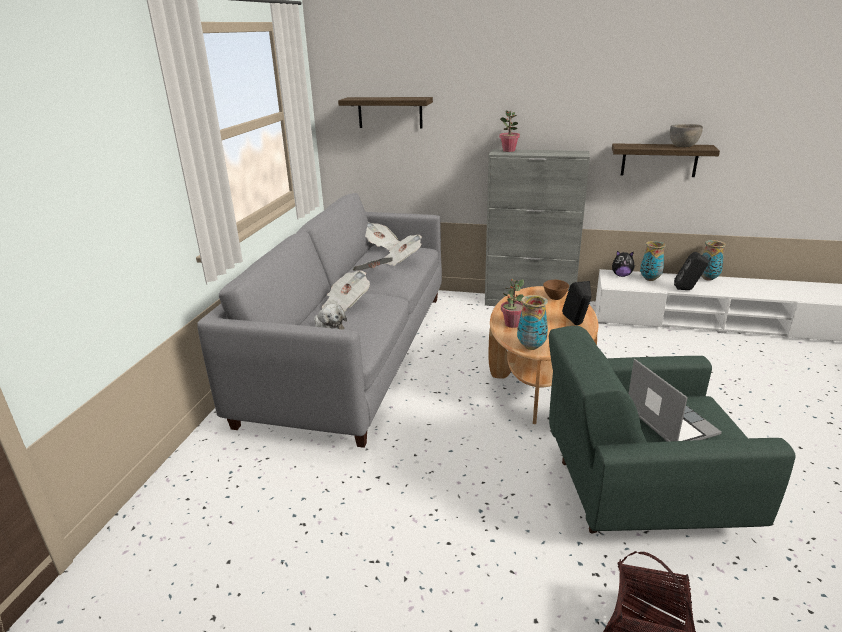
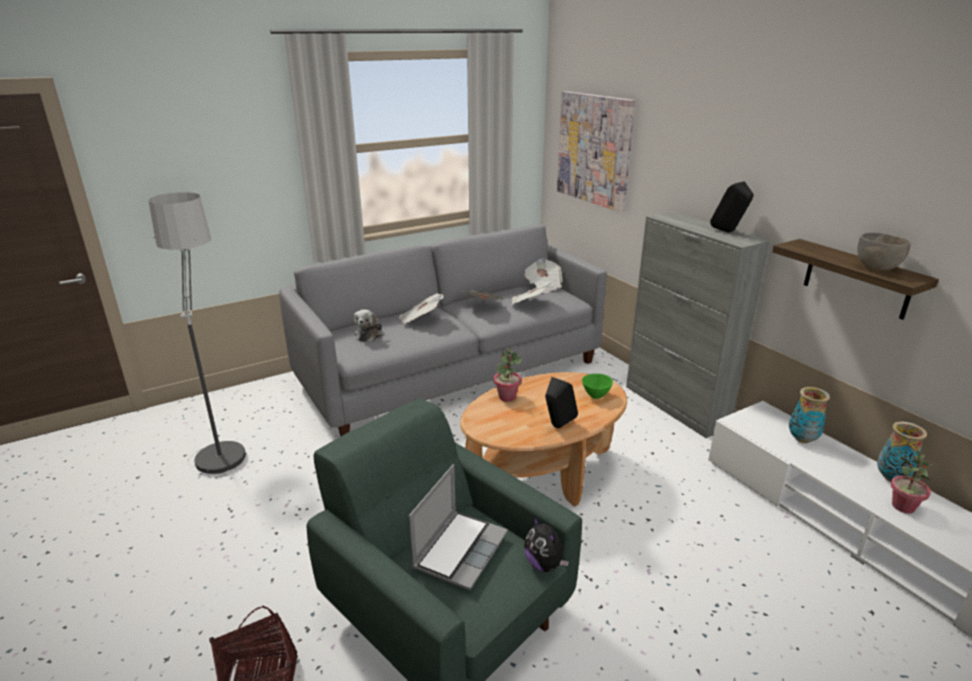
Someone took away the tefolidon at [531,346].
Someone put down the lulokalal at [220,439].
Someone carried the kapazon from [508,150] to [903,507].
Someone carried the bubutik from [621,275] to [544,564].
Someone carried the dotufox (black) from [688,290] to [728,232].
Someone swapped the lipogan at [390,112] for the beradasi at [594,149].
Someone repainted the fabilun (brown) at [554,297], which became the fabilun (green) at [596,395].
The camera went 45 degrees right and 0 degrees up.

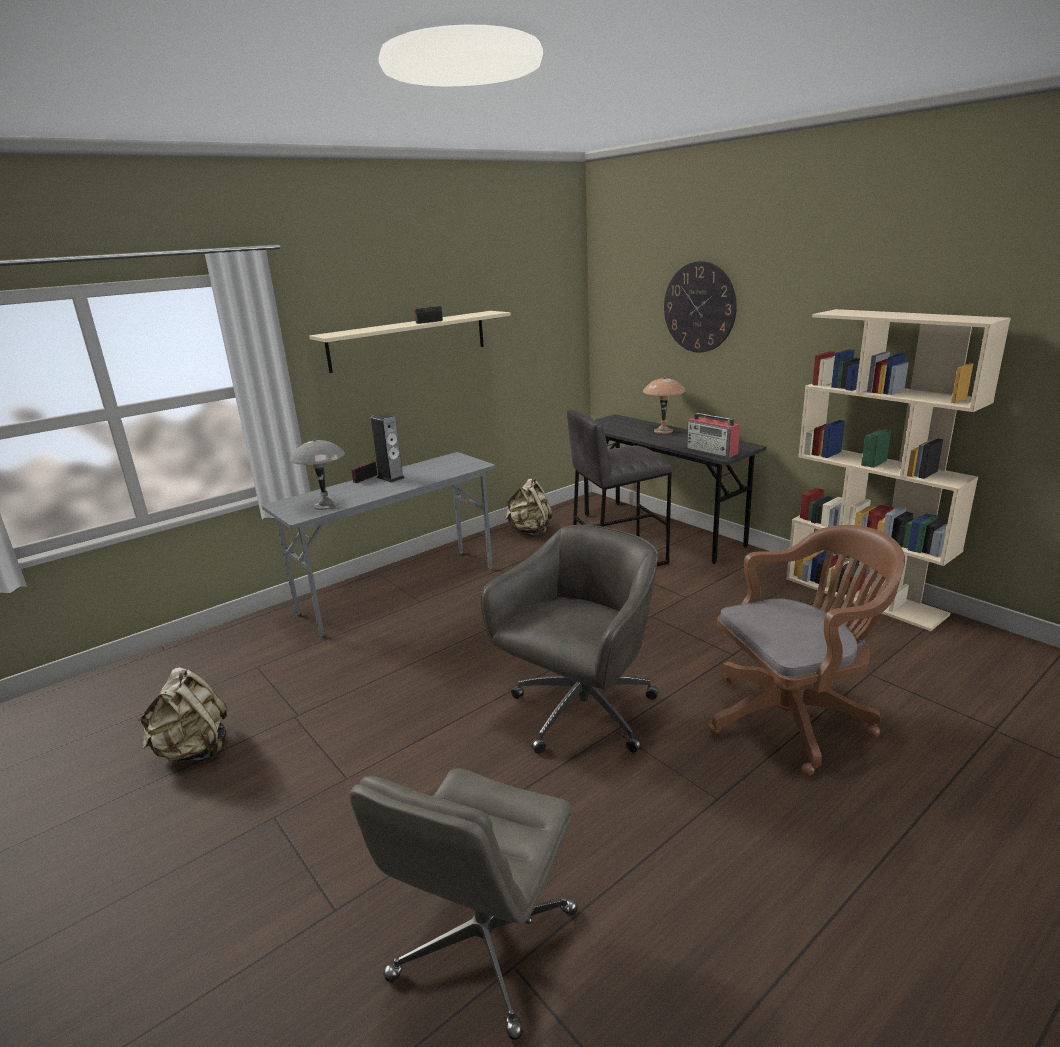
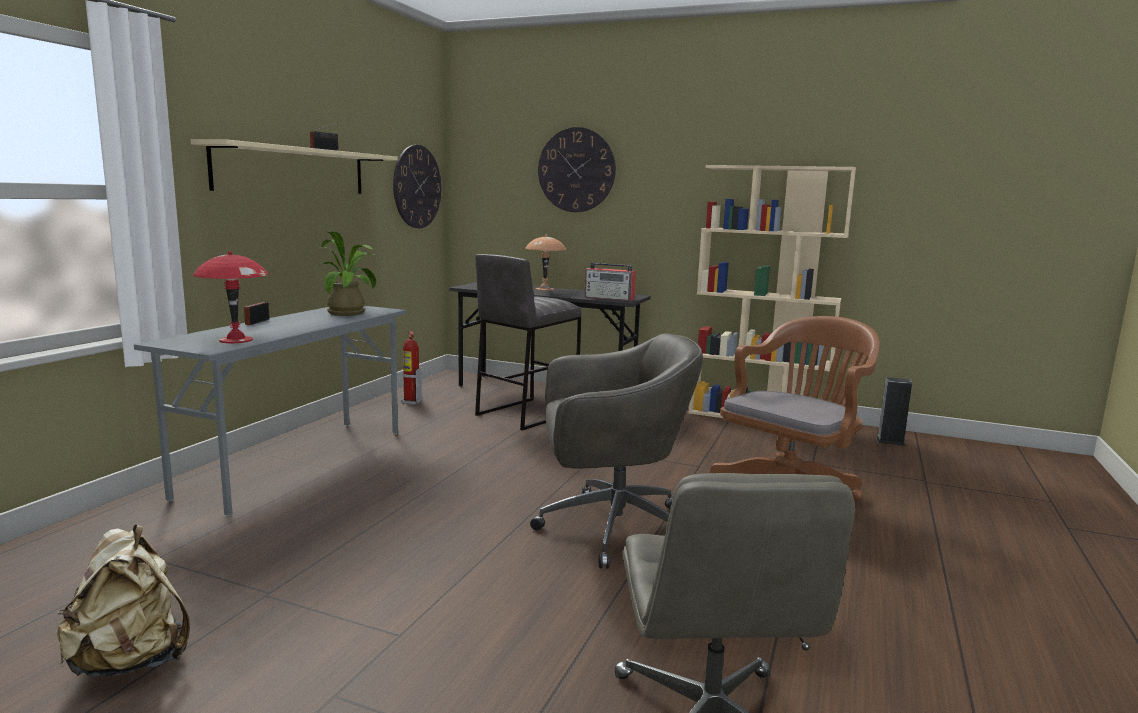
Someone put down the kapazon at [350,312].
Someone put up the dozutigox at [417,187].
Someone carried the dotufox from [391,477] to [890,441].
Someone swapped the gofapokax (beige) at [530,531] for the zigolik at [411,402].
Someone repainted the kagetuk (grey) at [325,505], which became the kagetuk (red) at [235,340].
Someone rotated the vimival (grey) at [580,713] by 75 degrees clockwise.
The camera went 30 degrees left and 10 degrees down.

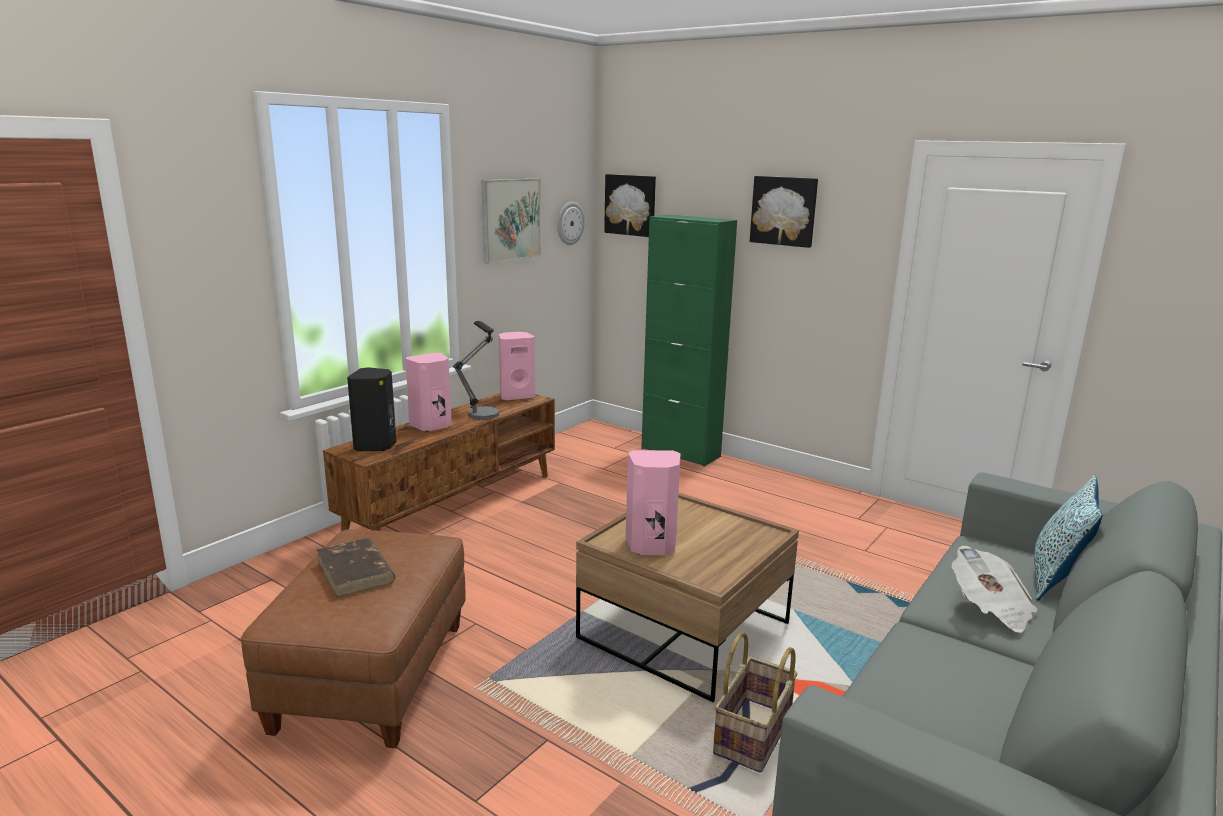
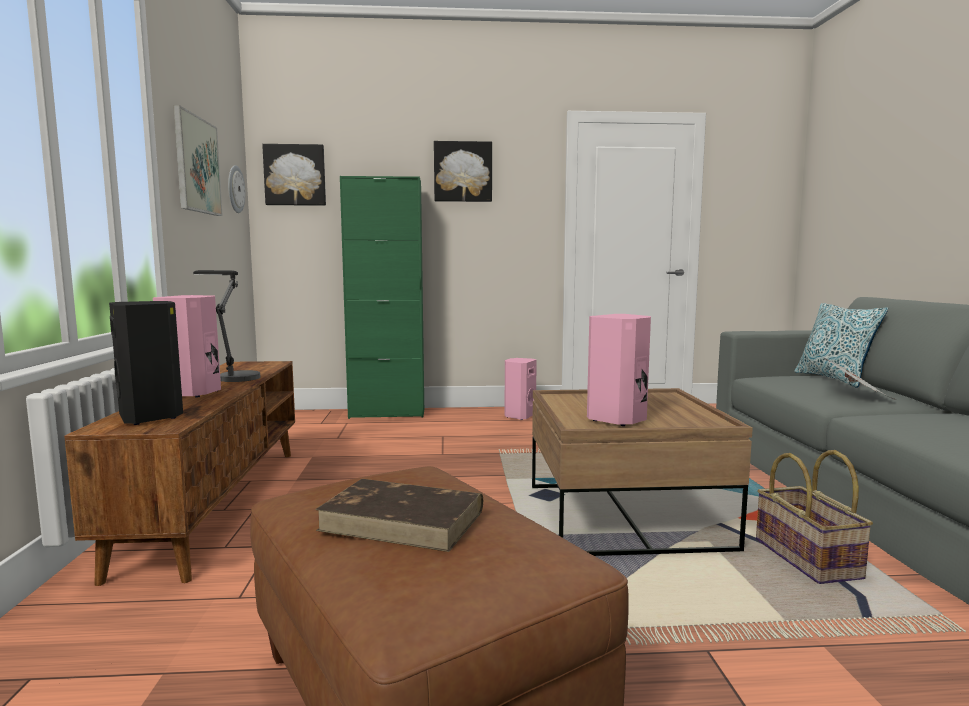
Someone carried the dotufox (pink) from [516,396] to [519,416].
The camera went 40 degrees left and 10 degrees down.

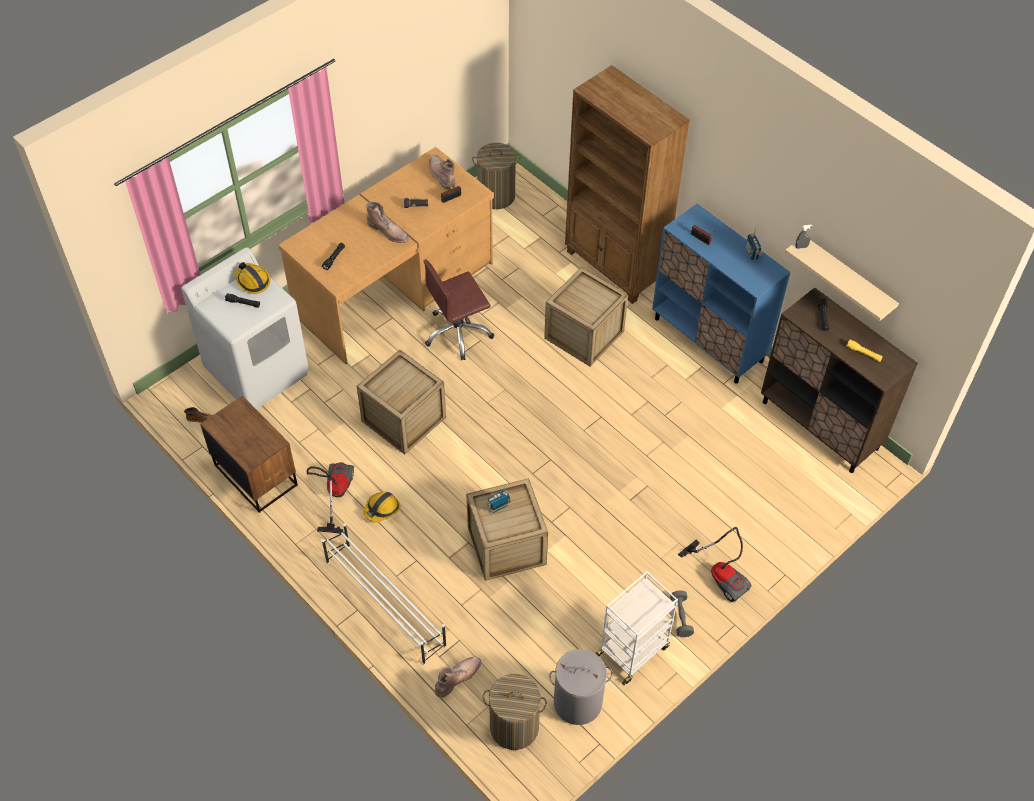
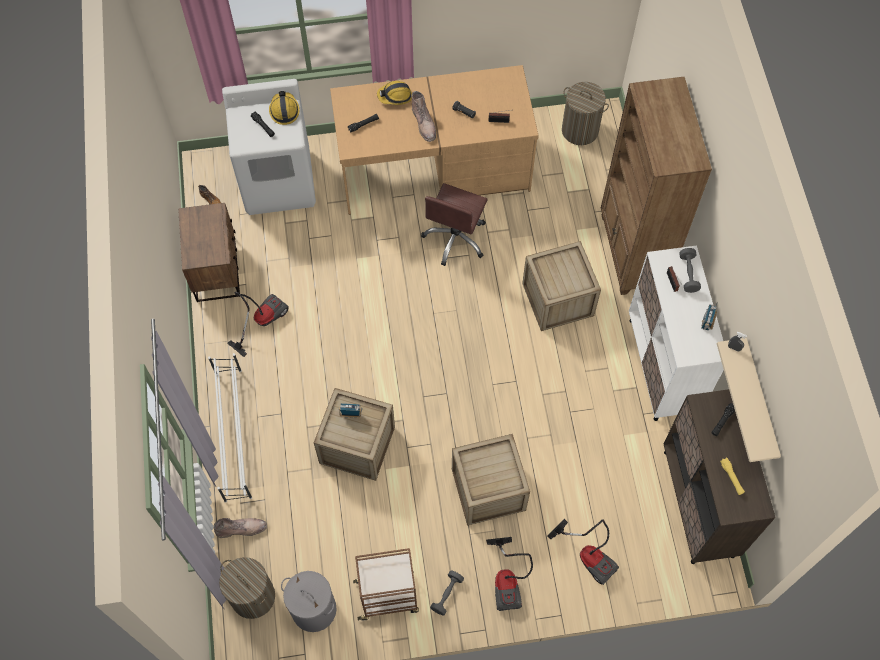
Someone took away the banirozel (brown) at [441,175].
Someone put down the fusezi at [589,556].
Someone put down the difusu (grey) at [688,274].
Someone carried the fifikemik from [404,419] to [488,489].
Someone carried the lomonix from [382,509] to [395,96].
Someone repainted the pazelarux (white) at [633,650], which became the pazelarux (brown) at [388,596].
Someone repainted the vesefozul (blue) at [709,340], which became the vesefozul (white) at [661,367].
Someone rotated the vimival (brown) at [458,333] by 75 degrees counterclockwise.
The camera went 35 degrees right and 10 degrees up.

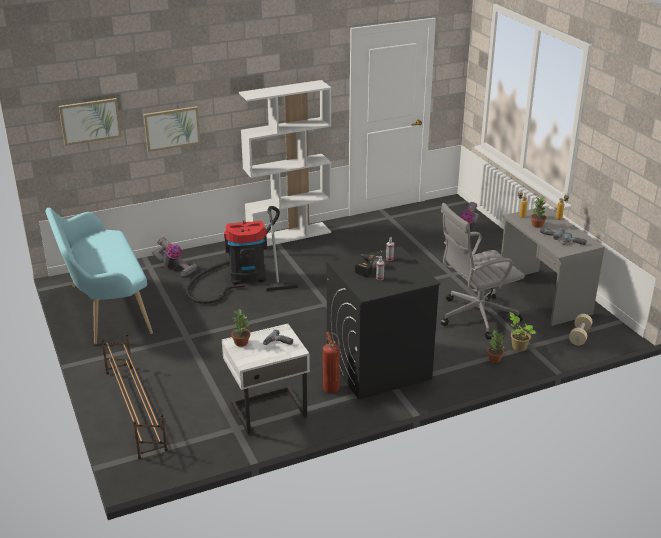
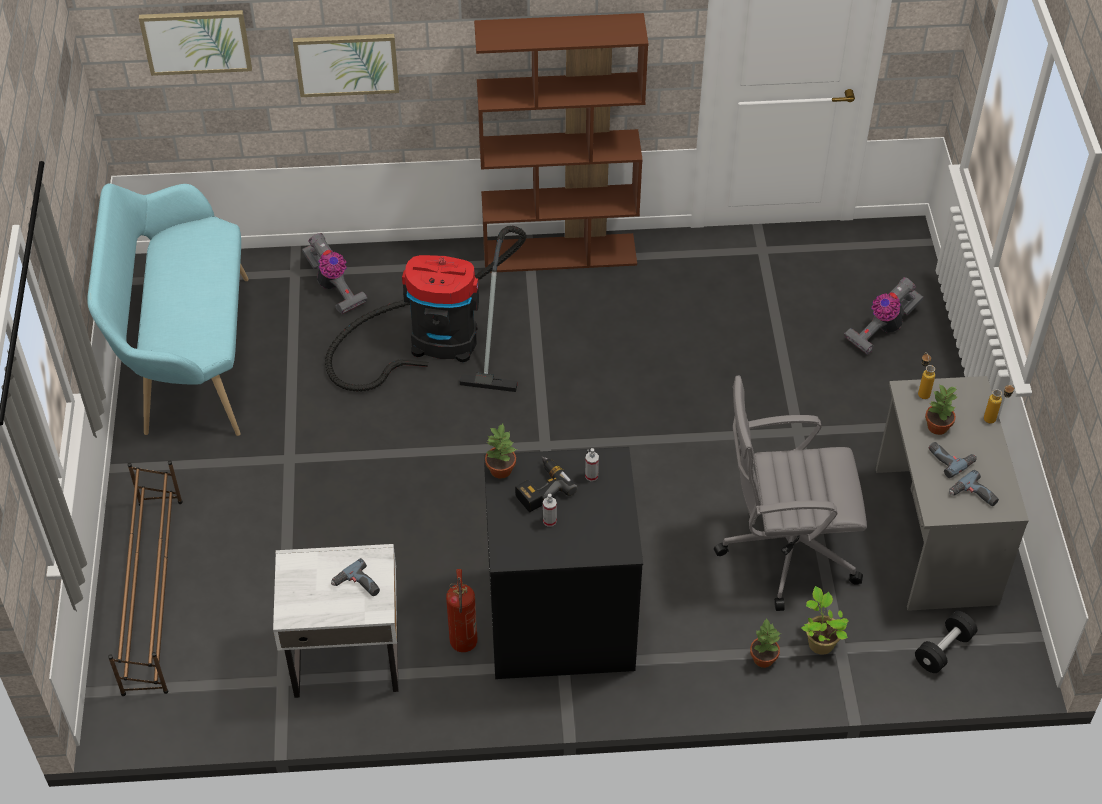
Someone carried the kapazon from [241,342] to [500,469].
Someone repainted the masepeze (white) at [289,235], which became the masepeze (brown) at [560,253].
Someone repainted the difusu (beige) at [579,336], which became the difusu (black) at [943,649].
The camera went 20 degrees right and 20 degrees up.

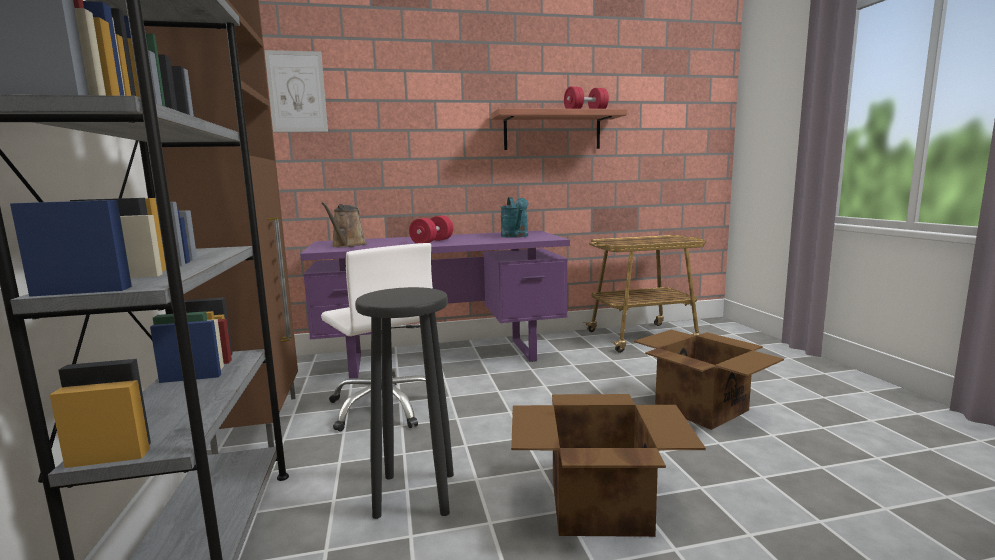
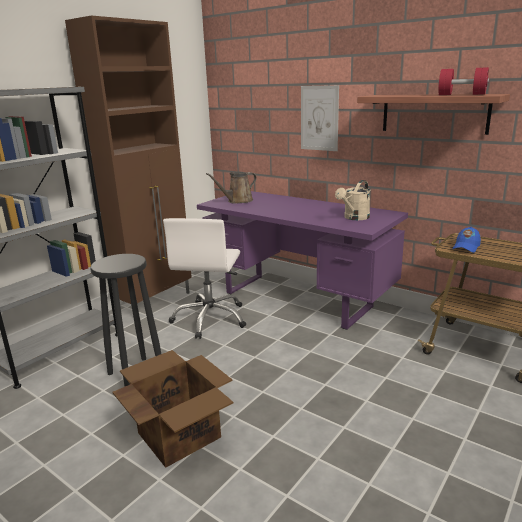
Someone took away the difusu (red) at [432,241].
Someone took away the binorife at [700,408].
Someone put down the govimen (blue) at [466,247].
Someone carried the beradasi from [297,92] to [319,118].
Someone repainted the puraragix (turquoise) at [516,236], which became the puraragix (beige) at [354,218].
The camera went 50 degrees right and 10 degrees up.

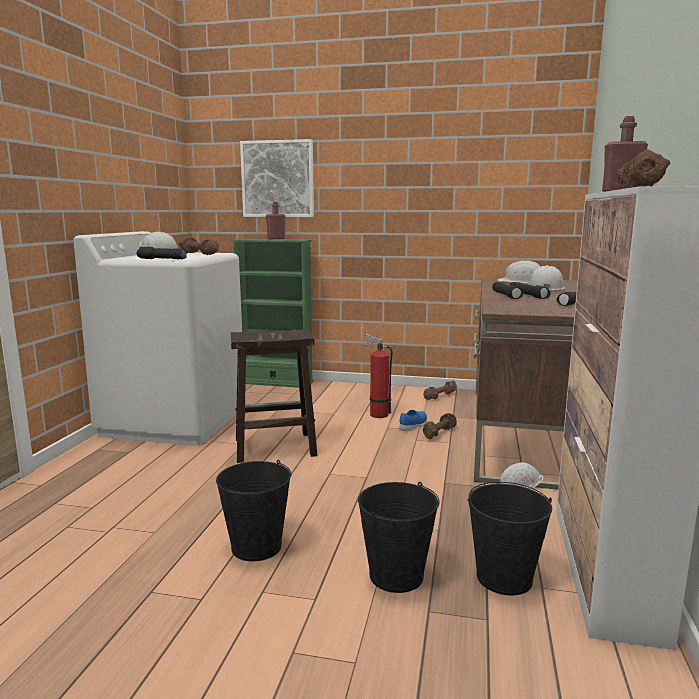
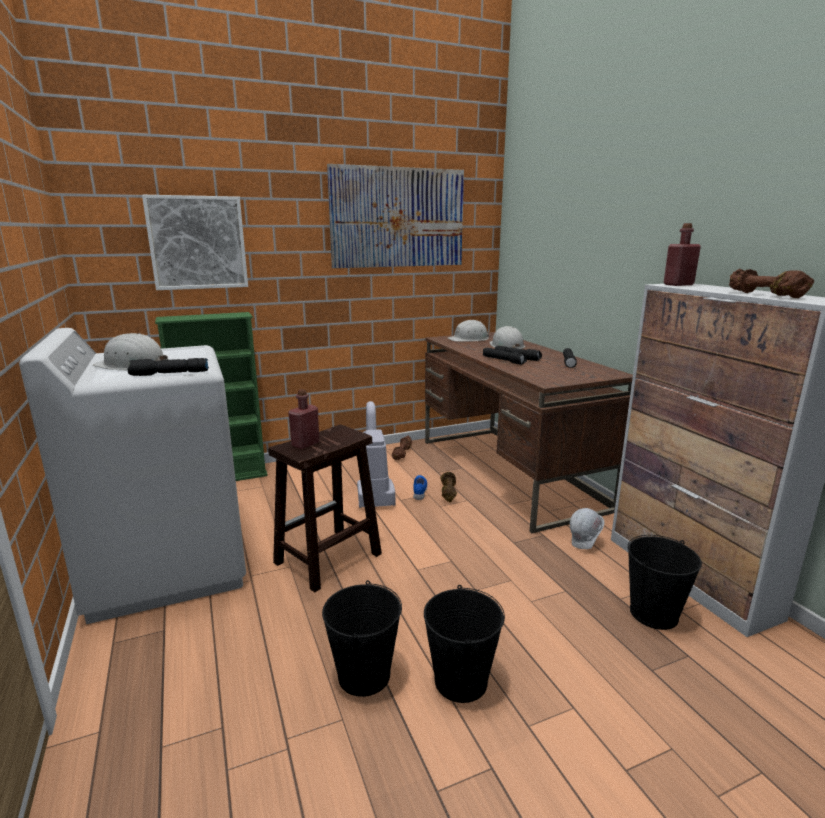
Someone took away the difusu (brown) at [199,254].
Someone put up the beradasi at [398,218].
Someone carried the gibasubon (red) from [276,239] to [305,444].
Someone carried the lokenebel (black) from [395,575] to [363,675].
Someone swapped the zigolik at [376,414] for the fusezi at [373,488].
The camera went 35 degrees left and 5 degrees up.

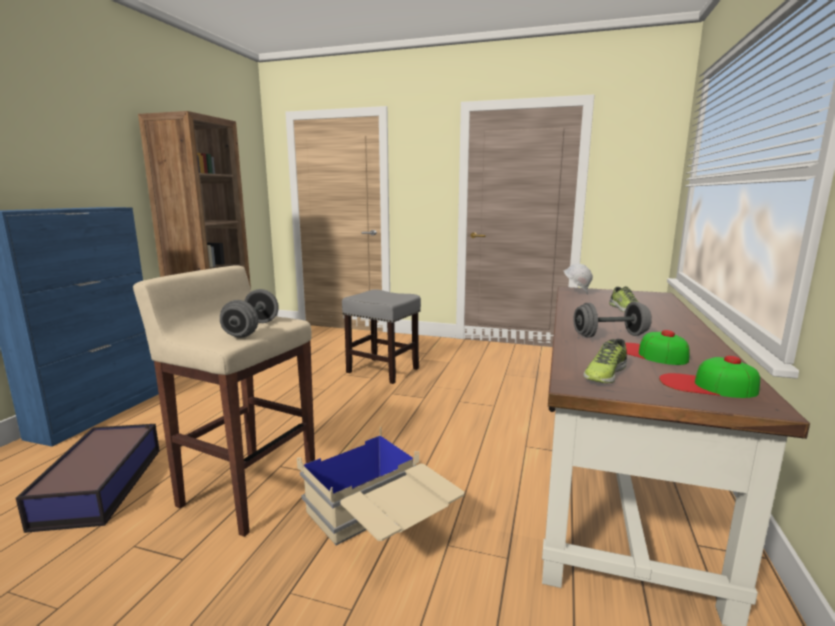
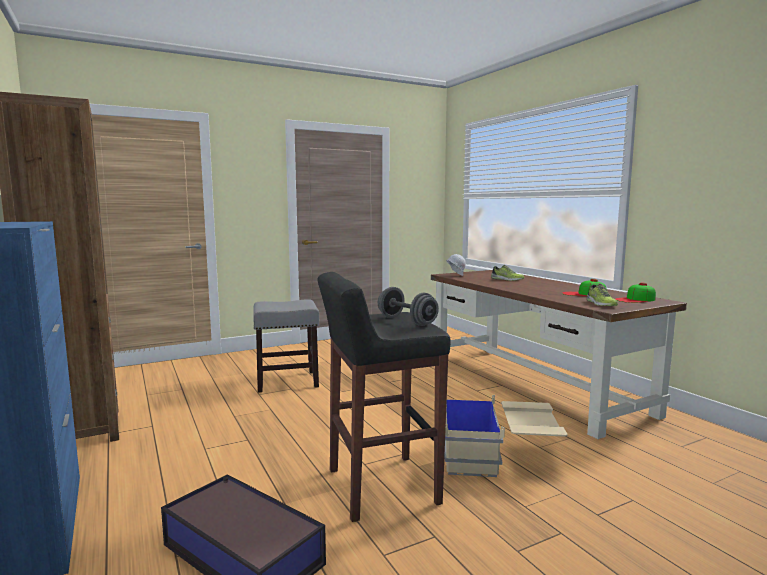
Someone took away the difusu (grey) at [609,335].
Someone repainted the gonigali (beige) at [247,491], which became the gonigali (black) at [380,487].
The camera went 45 degrees left and 5 degrees down.

